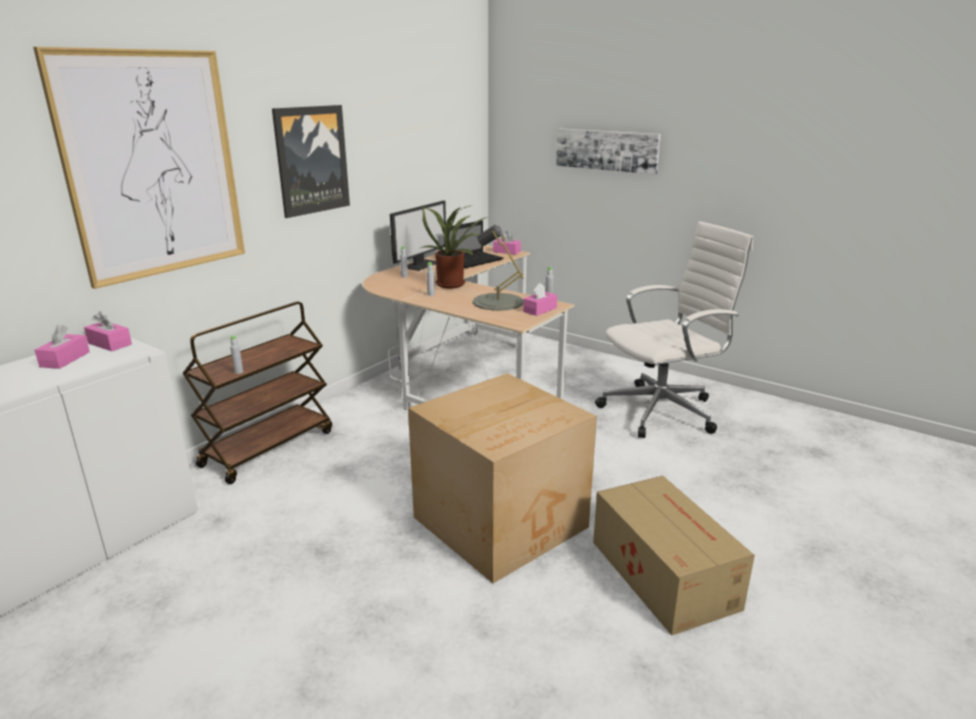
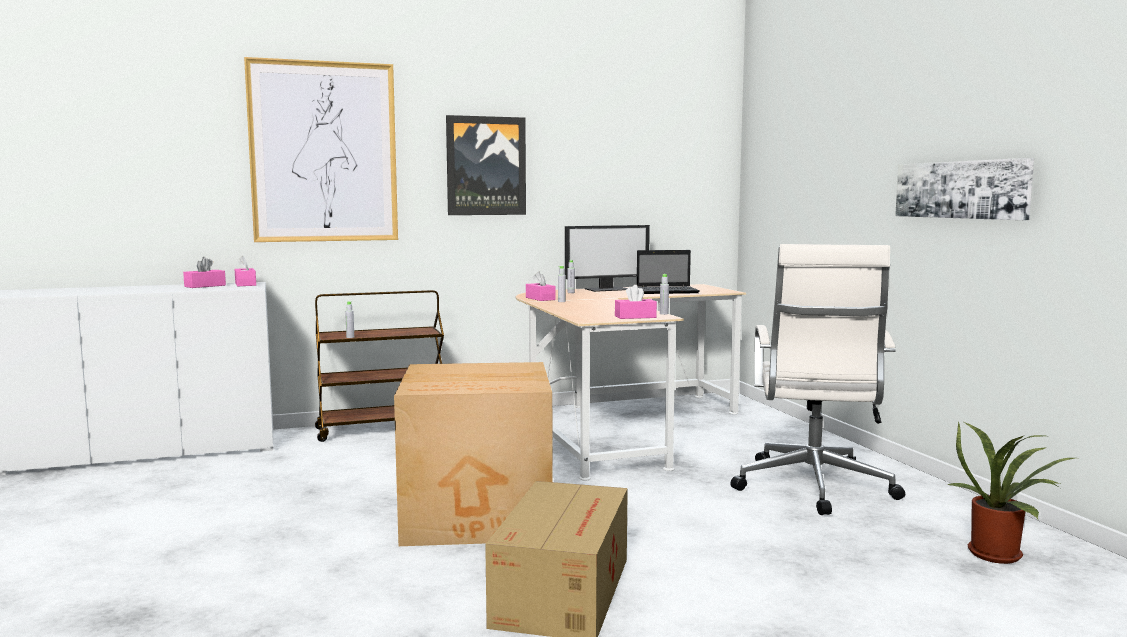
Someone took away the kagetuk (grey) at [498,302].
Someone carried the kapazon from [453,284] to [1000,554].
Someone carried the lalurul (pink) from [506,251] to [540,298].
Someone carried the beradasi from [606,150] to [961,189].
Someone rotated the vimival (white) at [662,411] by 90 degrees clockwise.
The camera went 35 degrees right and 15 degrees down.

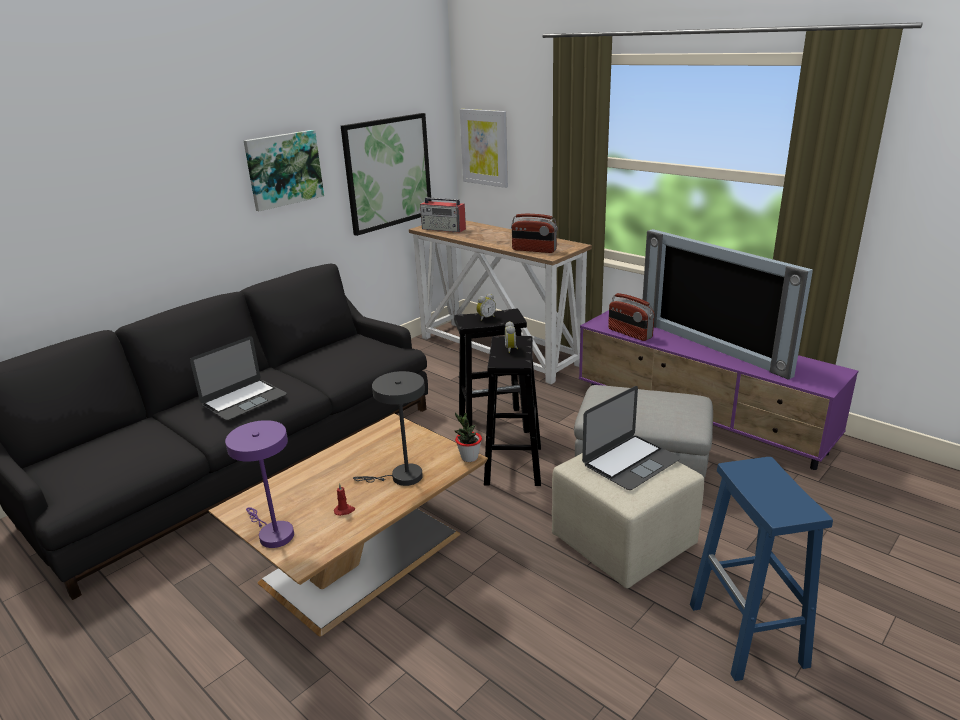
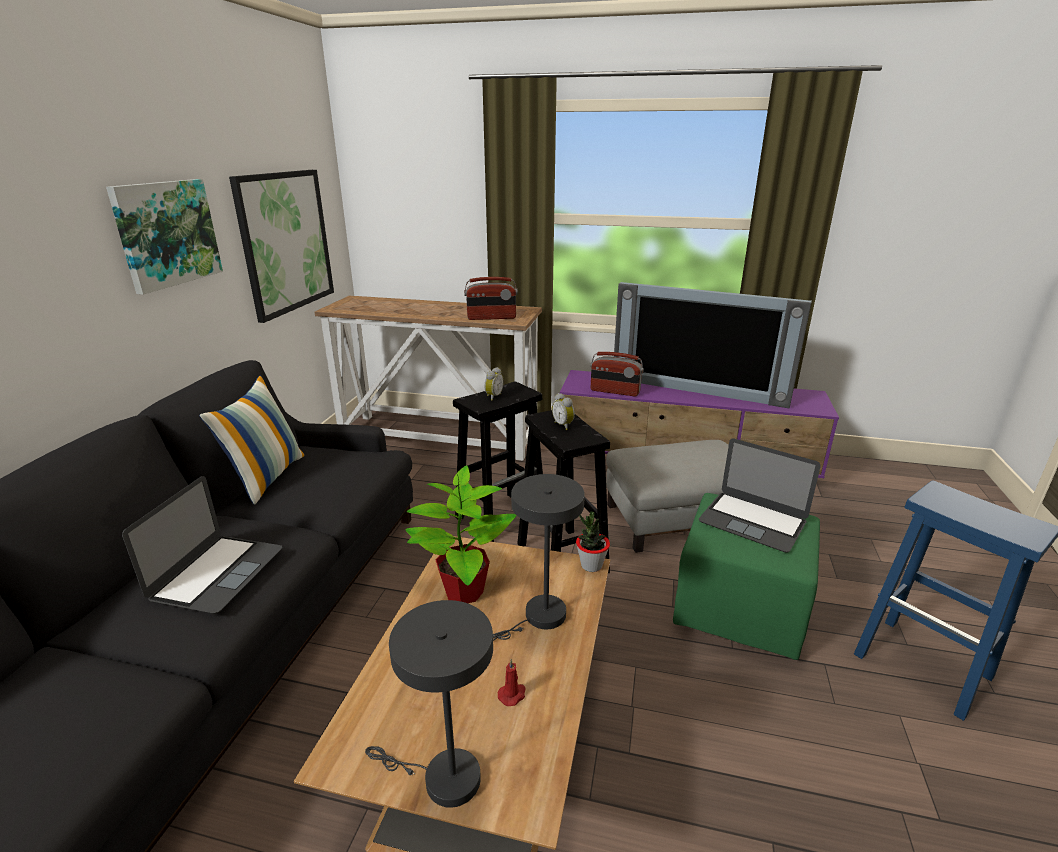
Someone took away the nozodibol at [444,229].
Someone took away the beradasi at [484,147].
Someone put down the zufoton at [266,477].
Someone put down the kapazon at [463,592].
Someone repainted the kagetuk (purple) at [273,534], which became the kagetuk (grey) at [442,778].
Someone repainted the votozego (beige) at [625,543], which became the votozego (green) at [741,609].
Someone rotated the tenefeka at [631,462] by 105 degrees clockwise.
The camera went 30 degrees left and 0 degrees up.

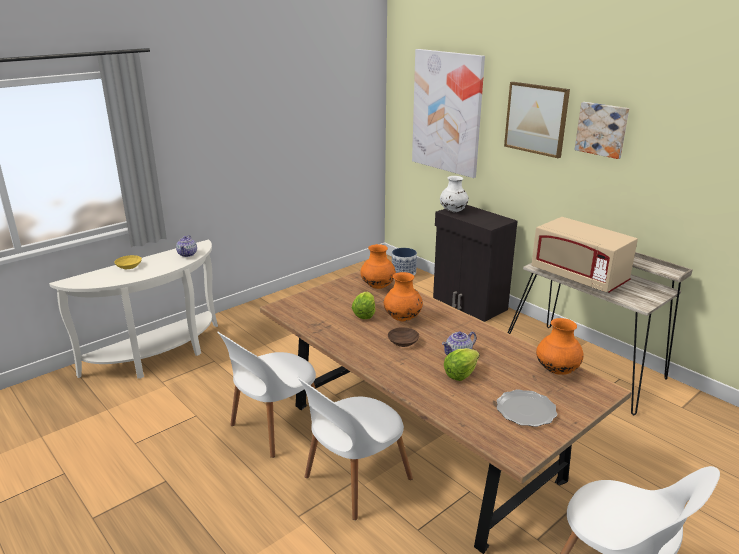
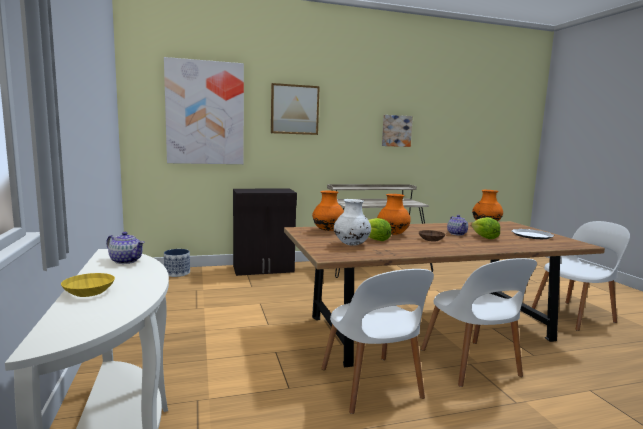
Someone took away the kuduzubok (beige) at [579,277].
Someone carried the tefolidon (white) from [453,211] to [351,245].
Someone carried the beradasi from [602,129] to [396,131].
The camera went 65 degrees left and 15 degrees down.

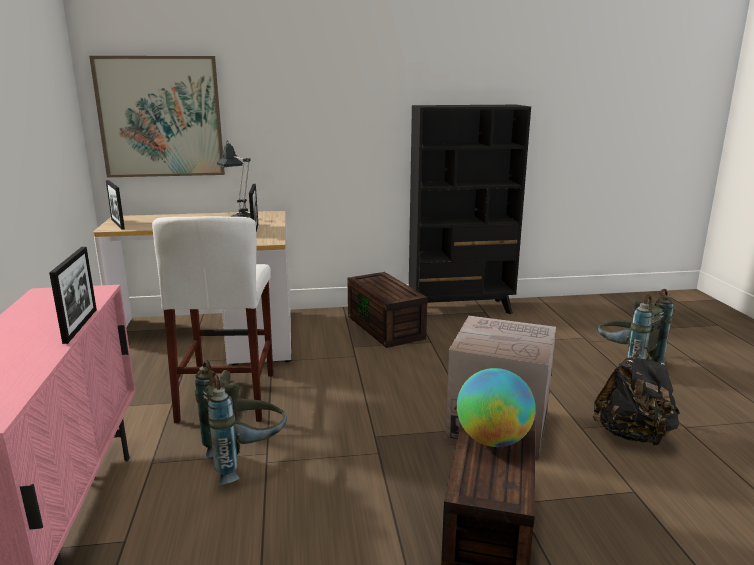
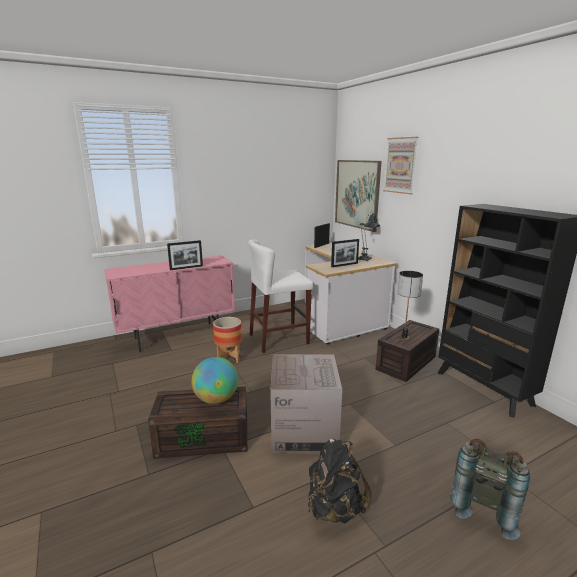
Someone put up the beradasi at [400,165].
Someone put down the kagetuk at [404,338].
Someone swapped the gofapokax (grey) at [245,460] for the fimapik at [229,358].
The camera went 70 degrees right and 0 degrees up.

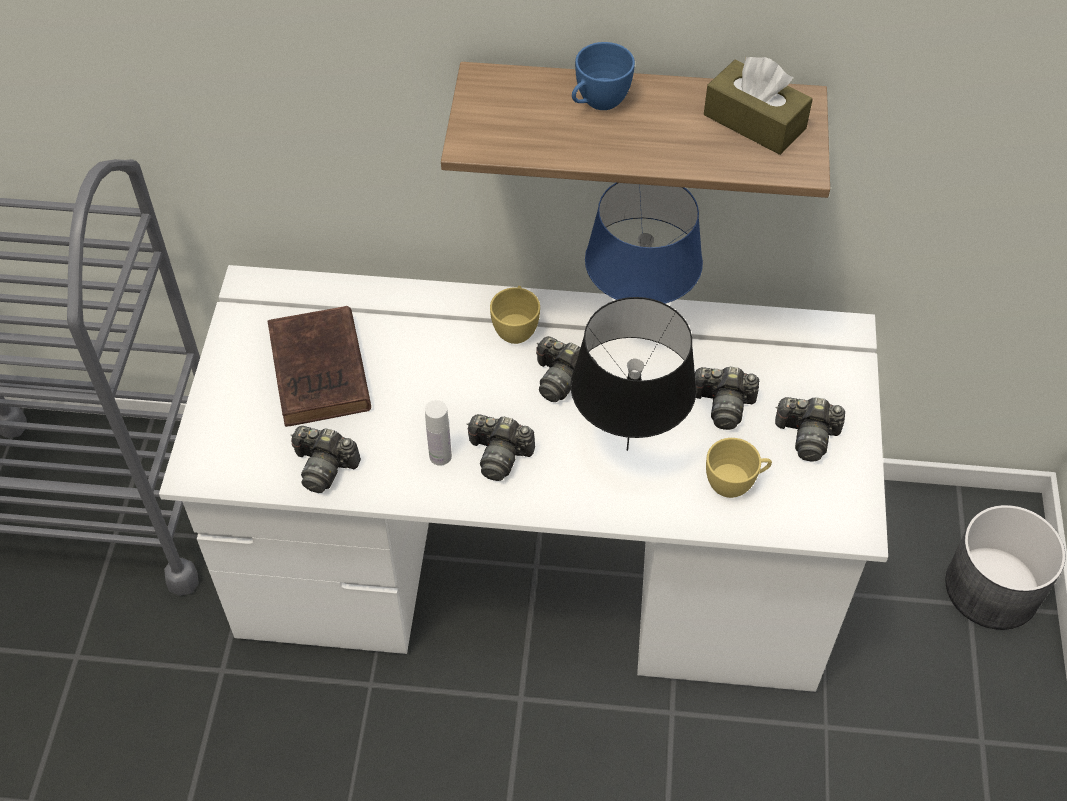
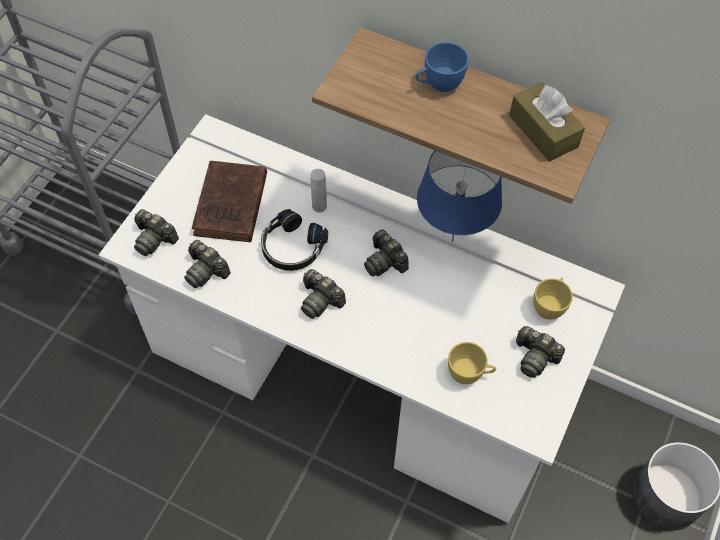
Someone took away the kagetuk (black) at [628,450].
Someone put down the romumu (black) at [292,247].
Someone carried the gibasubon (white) from [440,456] to [319,206].
Someone carried the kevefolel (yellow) from [516,328] to [549,306].
Someone carried the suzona from [723,405] to [154,239].
The camera went 20 degrees right and 5 degrees up.

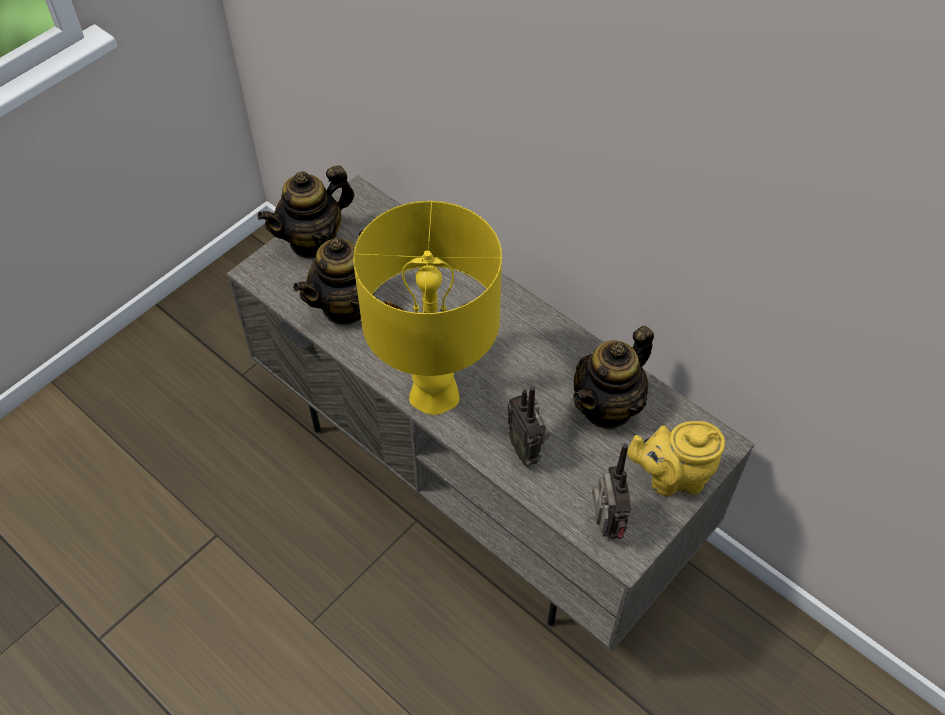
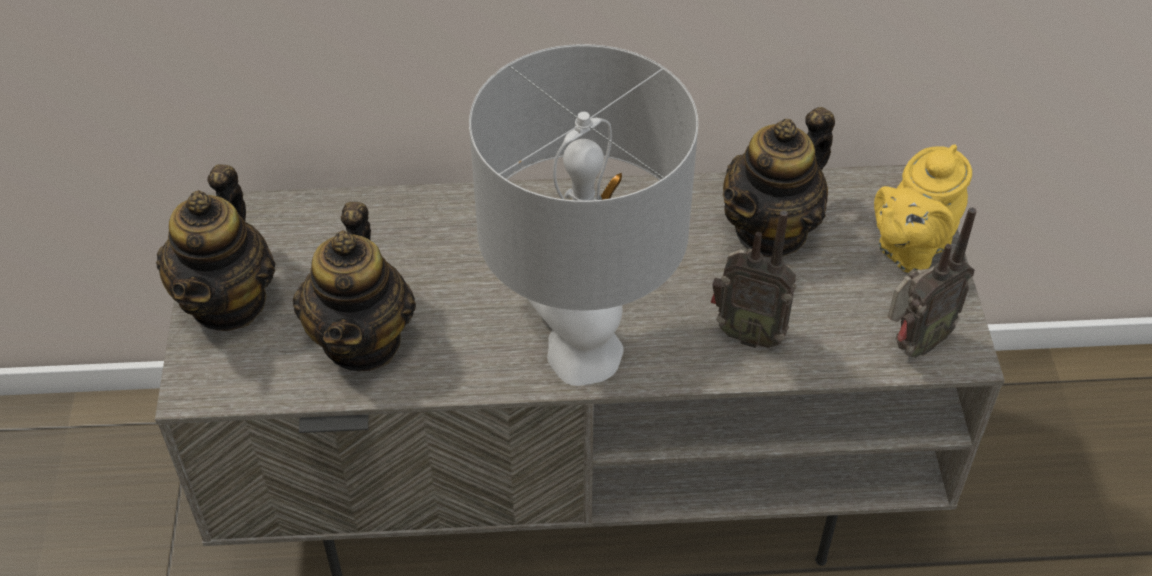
Someone repainted the kagetuk (yellow) at [434,392], which became the kagetuk (grey) at [582,352].
Someone rotated the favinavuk at [608,406] by 45 degrees clockwise.
Someone rotated the nozodibol at [605,527] by 105 degrees clockwise.
The camera went 45 degrees left and 5 degrees down.

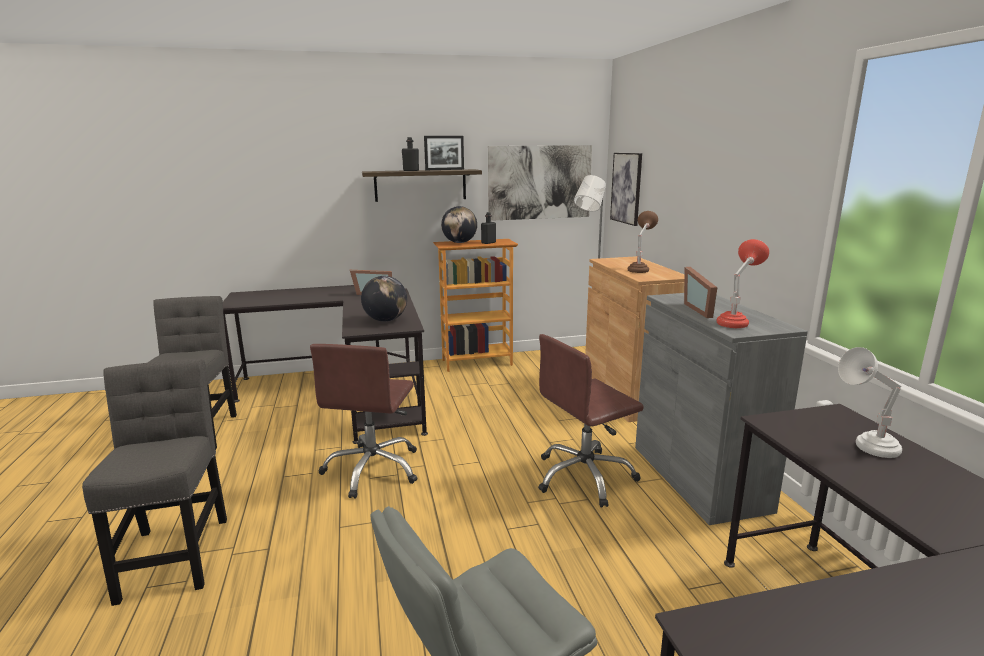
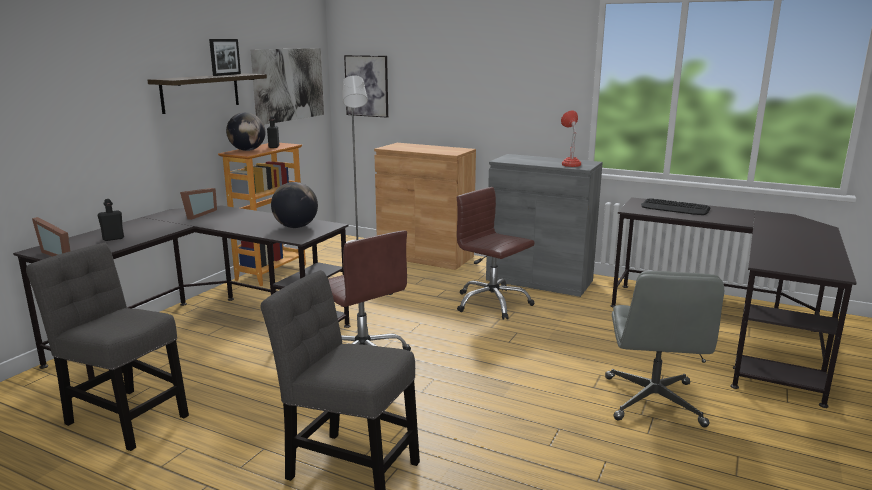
Someone took away the kagetuk (brown) at [640,270].
Someone carried the gibasubon (black) from [411,170] to [113,238].
Someone carried the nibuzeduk from [702,309] to [60,254].
Someone swapped the kagetuk (white) at [865,449] for the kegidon at [675,208].
Someone rotated the vimival (brown) at [584,477] by 120 degrees clockwise.
The camera went 50 degrees left and 0 degrees up.

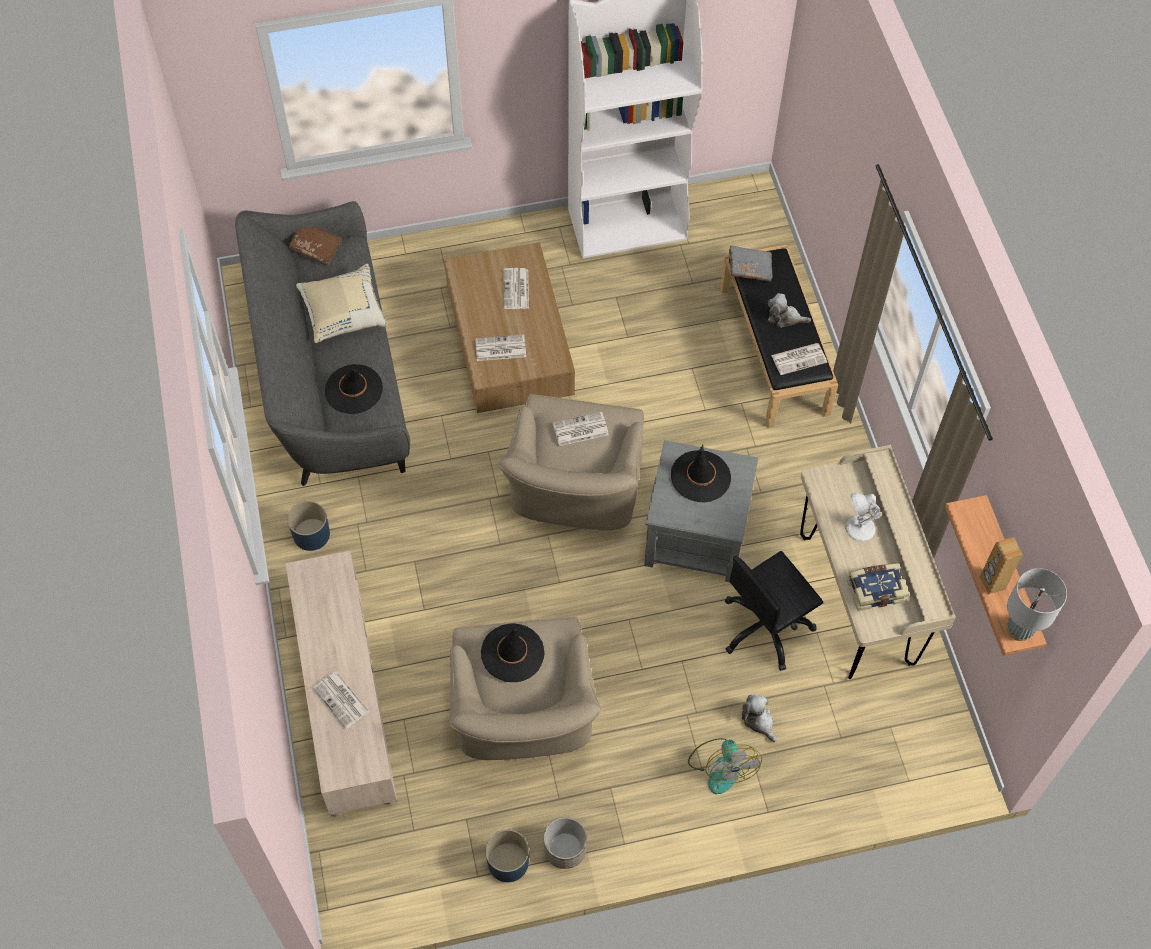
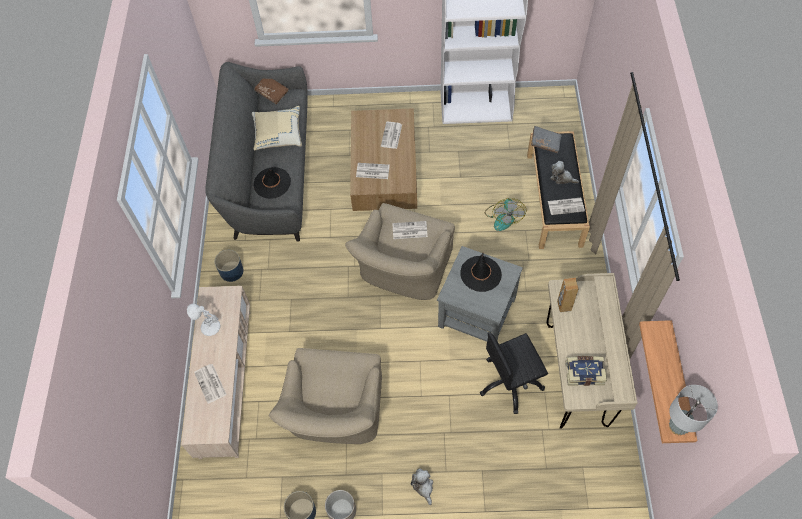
Someone took away the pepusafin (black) at [512,653].
Someone carried the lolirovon from [721,766] to [503,217].
Someone carried the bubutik from [758,720] to [423,487].
Someone carried the kagetuk (white) from [858,528] to [209,327].
Someone carried the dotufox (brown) from [992,583] to [563,306].
The camera went 15 degrees right and 0 degrees up.

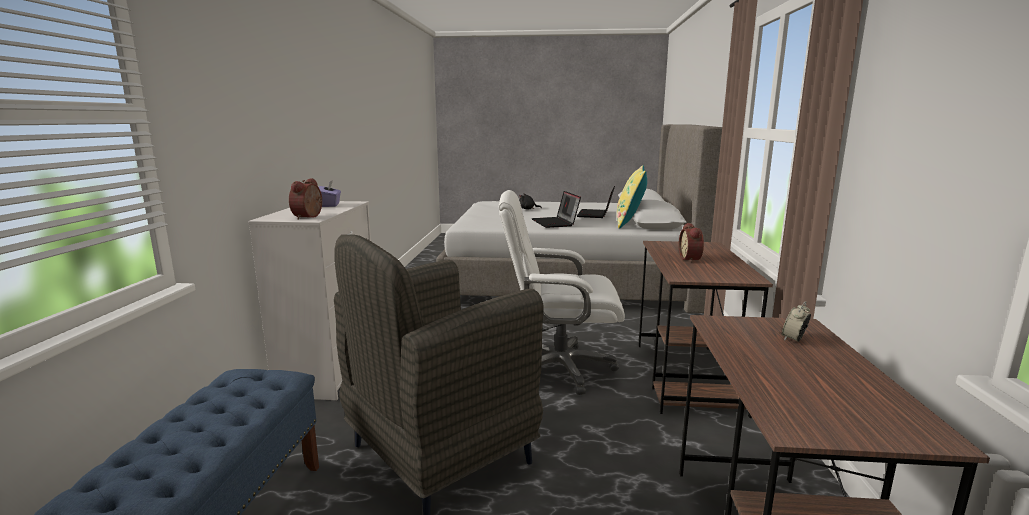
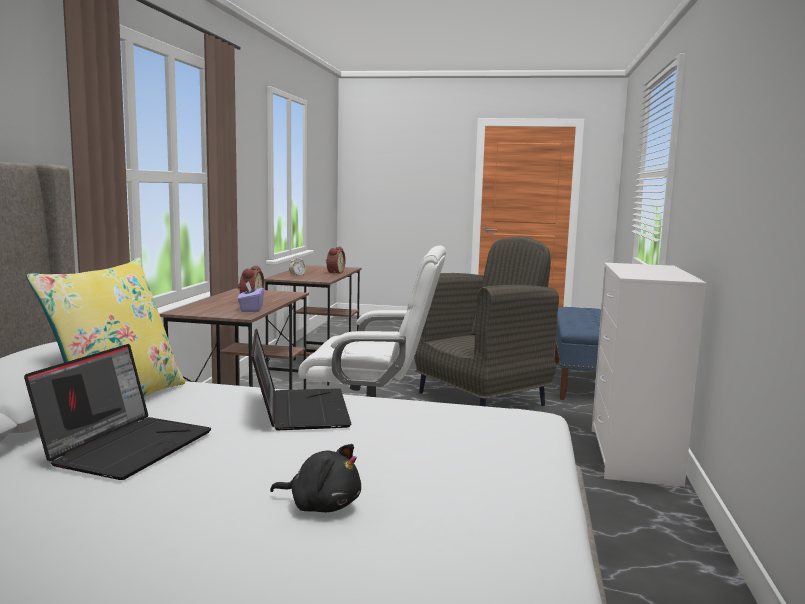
Someone carried the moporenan from [309,217] to [334,273].
Someone carried the lalurul (purple) from [330,205] to [251,309].
The camera went 175 degrees left and 5 degrees down.

